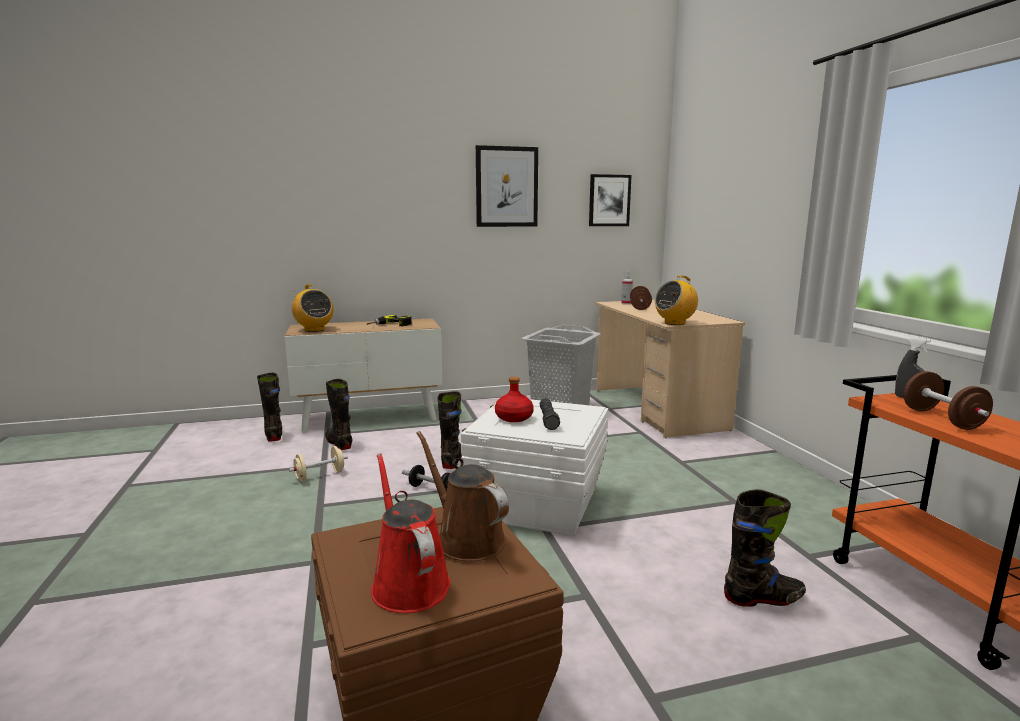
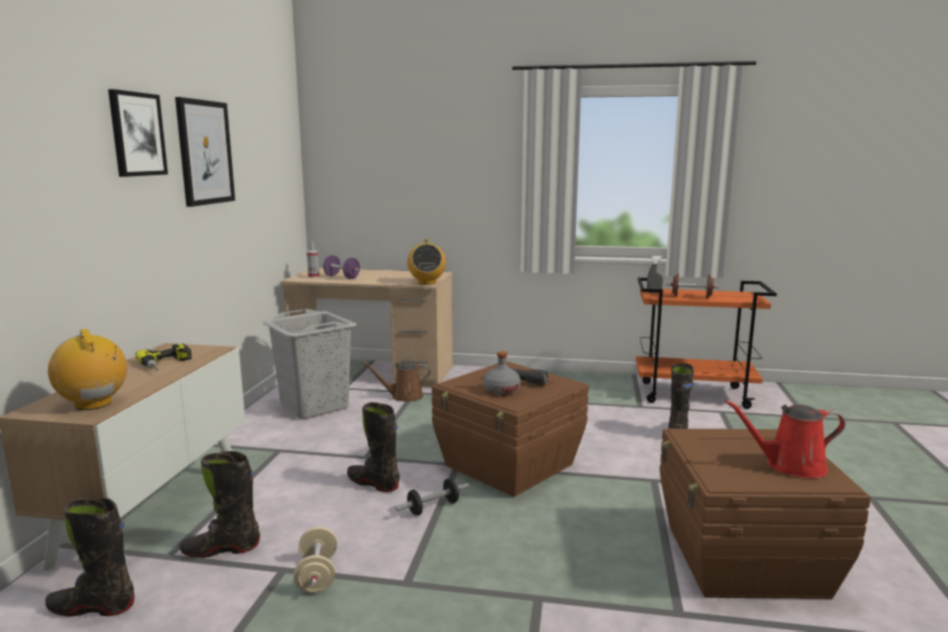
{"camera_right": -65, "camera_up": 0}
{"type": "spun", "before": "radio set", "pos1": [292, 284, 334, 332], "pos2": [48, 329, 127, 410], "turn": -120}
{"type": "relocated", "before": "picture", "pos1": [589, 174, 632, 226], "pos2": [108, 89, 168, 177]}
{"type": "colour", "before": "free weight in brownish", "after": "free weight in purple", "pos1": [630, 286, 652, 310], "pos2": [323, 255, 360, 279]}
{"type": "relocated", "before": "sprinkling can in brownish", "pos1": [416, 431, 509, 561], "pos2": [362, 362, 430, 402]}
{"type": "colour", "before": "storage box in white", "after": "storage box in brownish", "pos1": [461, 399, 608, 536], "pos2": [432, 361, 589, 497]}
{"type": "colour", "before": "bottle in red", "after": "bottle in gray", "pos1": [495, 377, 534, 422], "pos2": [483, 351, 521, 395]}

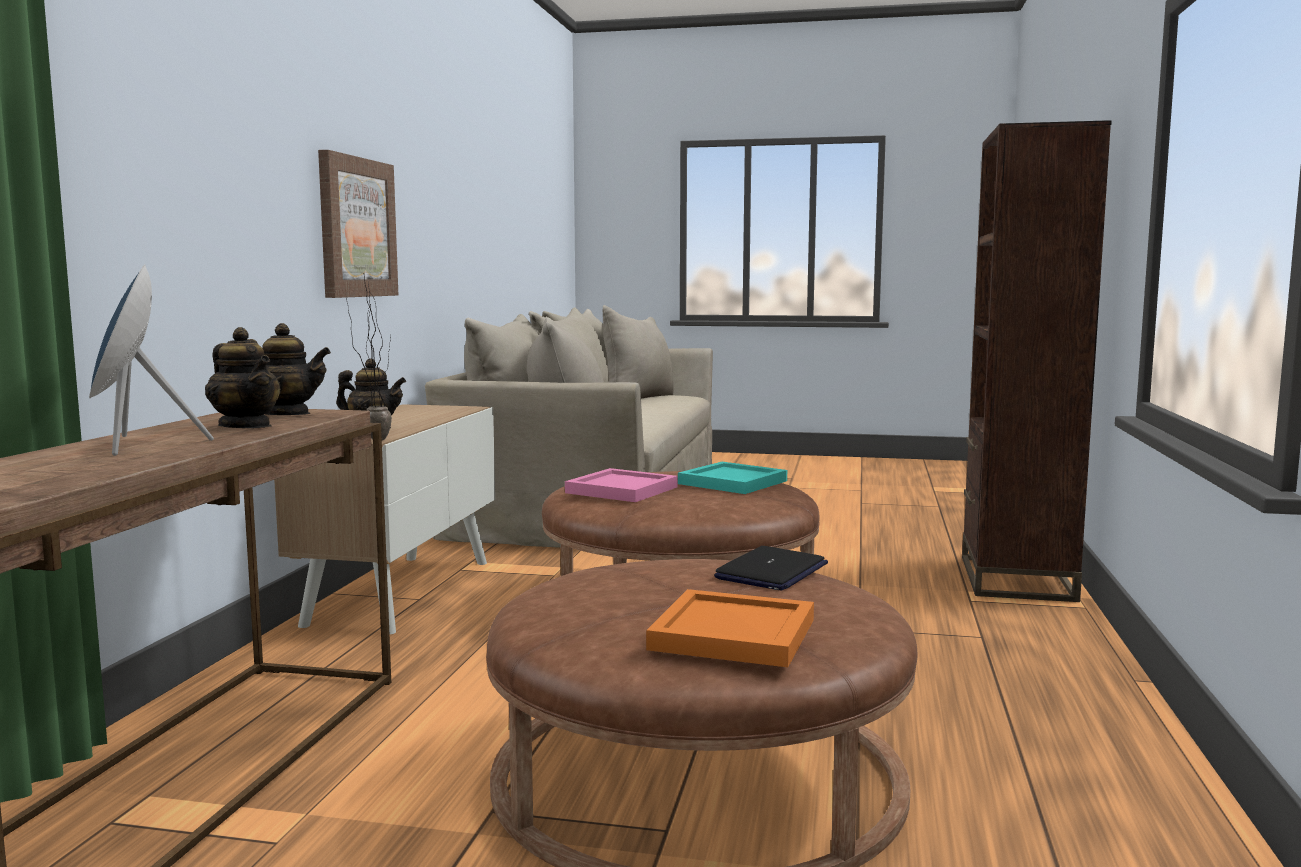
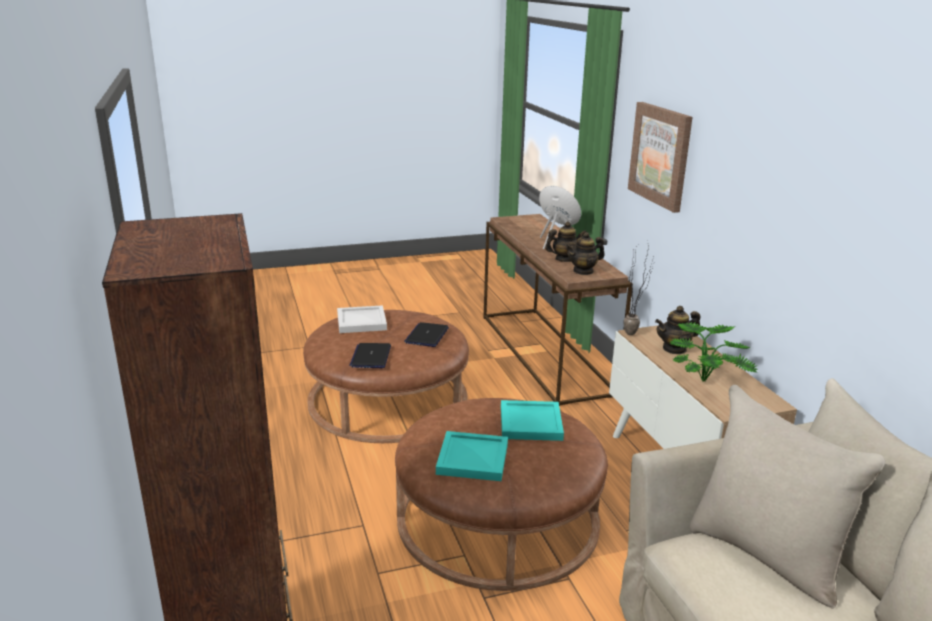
{"camera_right": 150, "camera_up": 15}
{"type": "colour", "before": "serving tray in orangey", "after": "serving tray in white", "pos1": [646, 589, 814, 667], "pos2": [337, 305, 387, 333]}
{"type": "appeared", "after": "notebook computer", "pos2": [404, 322, 449, 347]}
{"type": "colour", "before": "serving tray in pinkish", "after": "serving tray in turquoise-coloured", "pos1": [565, 468, 678, 502], "pos2": [501, 400, 564, 441]}
{"type": "spun", "before": "tea pot", "pos1": [205, 327, 281, 428], "pos2": [545, 221, 586, 262], "turn": 150}
{"type": "relocated", "before": "picture", "pos1": [318, 150, 398, 298], "pos2": [628, 102, 693, 213]}
{"type": "appeared", "after": "houseplant", "pos2": [670, 322, 758, 381]}

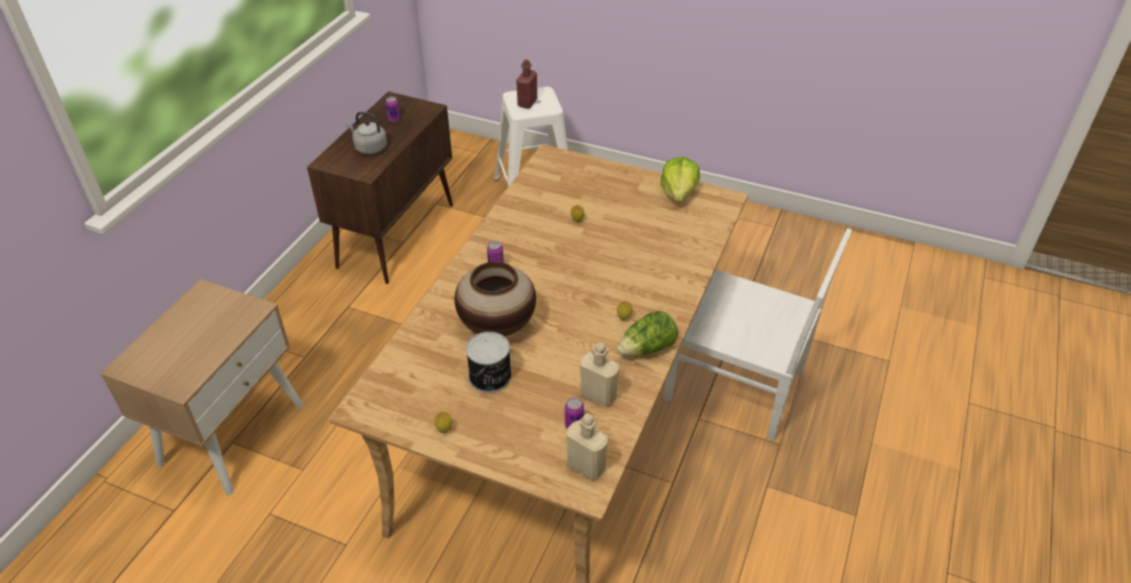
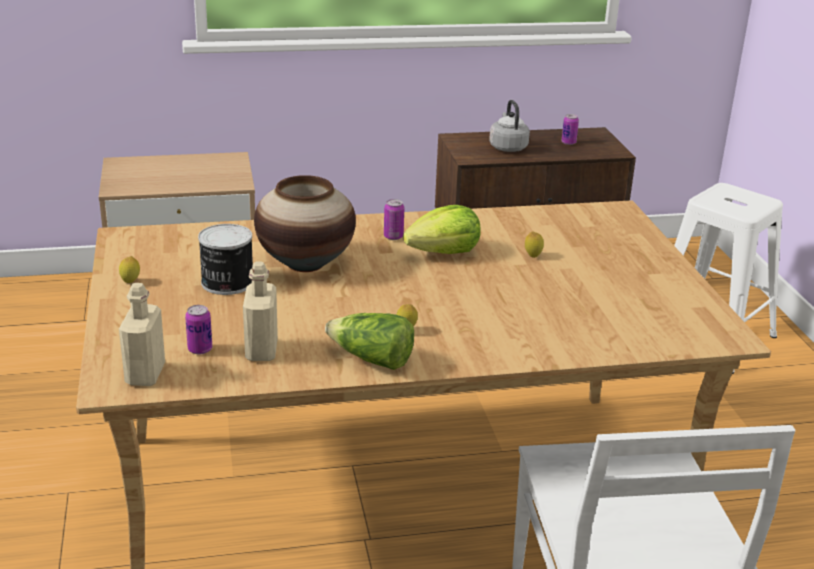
{"camera_right": 55, "camera_up": -15}
{"type": "relocated", "before": "head of lettuce", "pos1": [660, 157, 700, 201], "pos2": [403, 205, 481, 254]}
{"type": "missing", "before": "bottle in red", "pos1": [516, 60, 537, 109]}

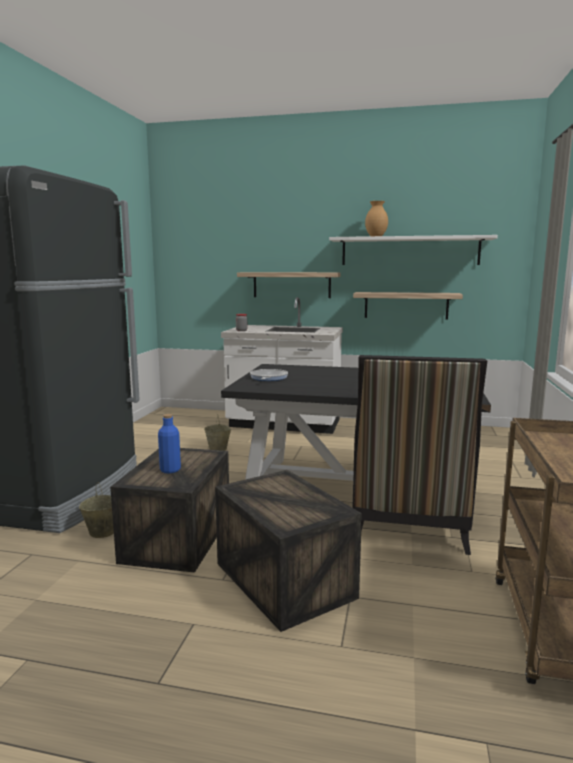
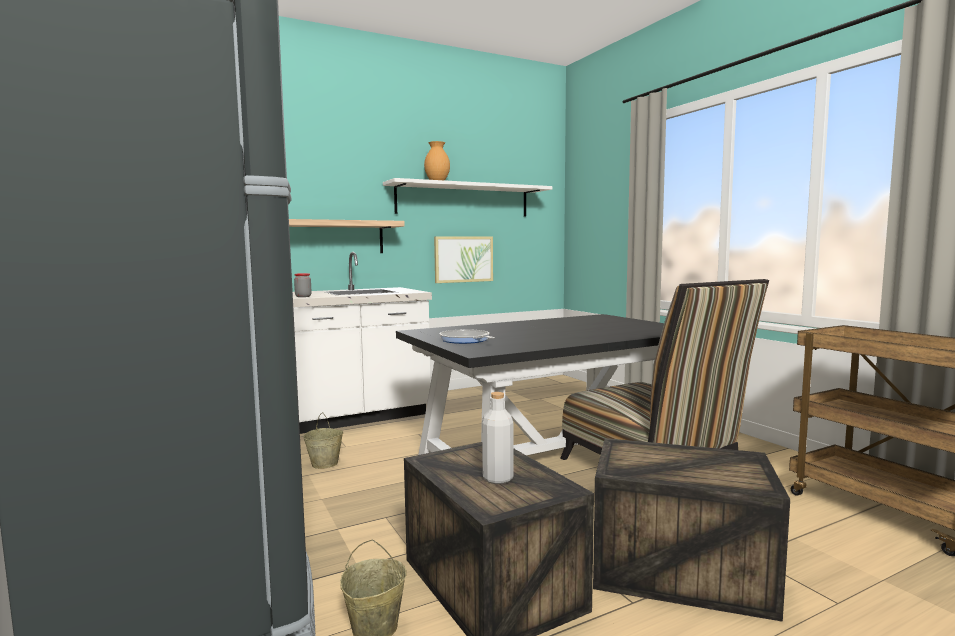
{"camera_right": -40, "camera_up": -5}
{"type": "exchanged", "before": "shelf", "after": "picture", "pos1": [353, 292, 463, 319], "pos2": [434, 236, 493, 283]}
{"type": "colour", "before": "bottle in blue-coloured", "after": "bottle in gray", "pos1": [158, 414, 181, 473], "pos2": [482, 392, 514, 484]}

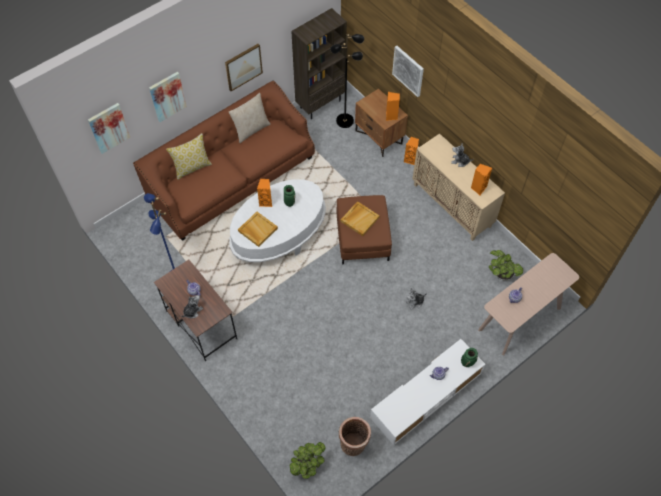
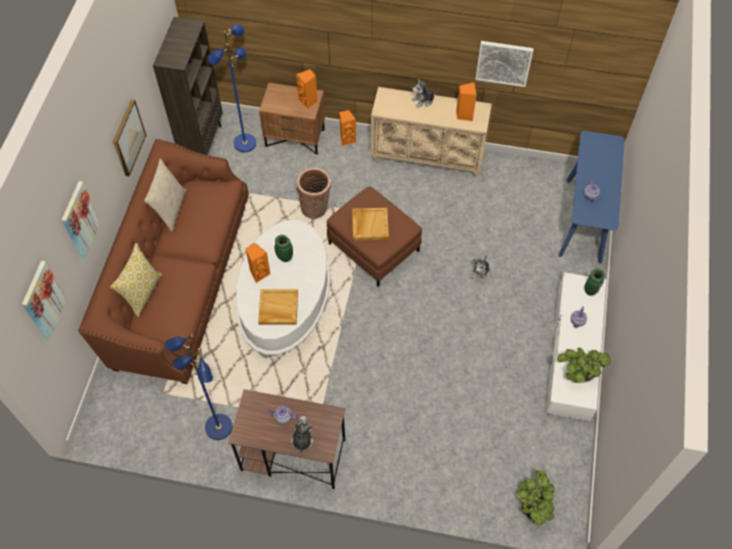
{"camera_right": -40, "camera_up": 0}
{"type": "colour", "before": "standard lamp in blackish", "after": "standard lamp in blue-coloured", "pos1": [330, 34, 364, 128], "pos2": [208, 24, 256, 153]}
{"type": "relocated", "before": "household basket", "pos1": [339, 417, 371, 456], "pos2": [297, 168, 331, 219]}
{"type": "relocated", "before": "picture", "pos1": [392, 46, 424, 97], "pos2": [475, 41, 534, 87]}
{"type": "relocated", "before": "houseplant", "pos1": [489, 250, 523, 281], "pos2": [557, 348, 611, 383]}
{"type": "colour", "before": "hall table in beige-coloured", "after": "hall table in blue-coloured", "pos1": [478, 253, 579, 355], "pos2": [558, 131, 625, 264]}

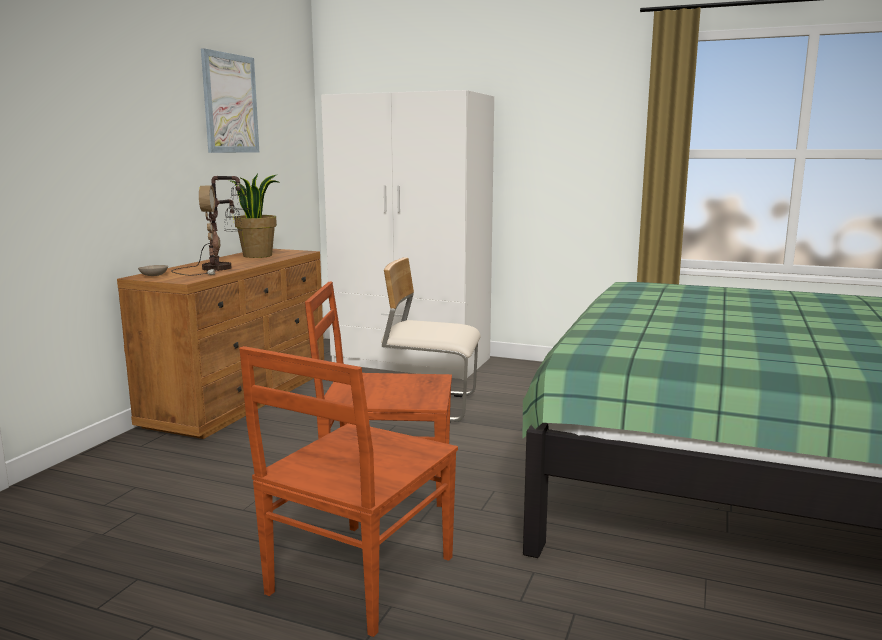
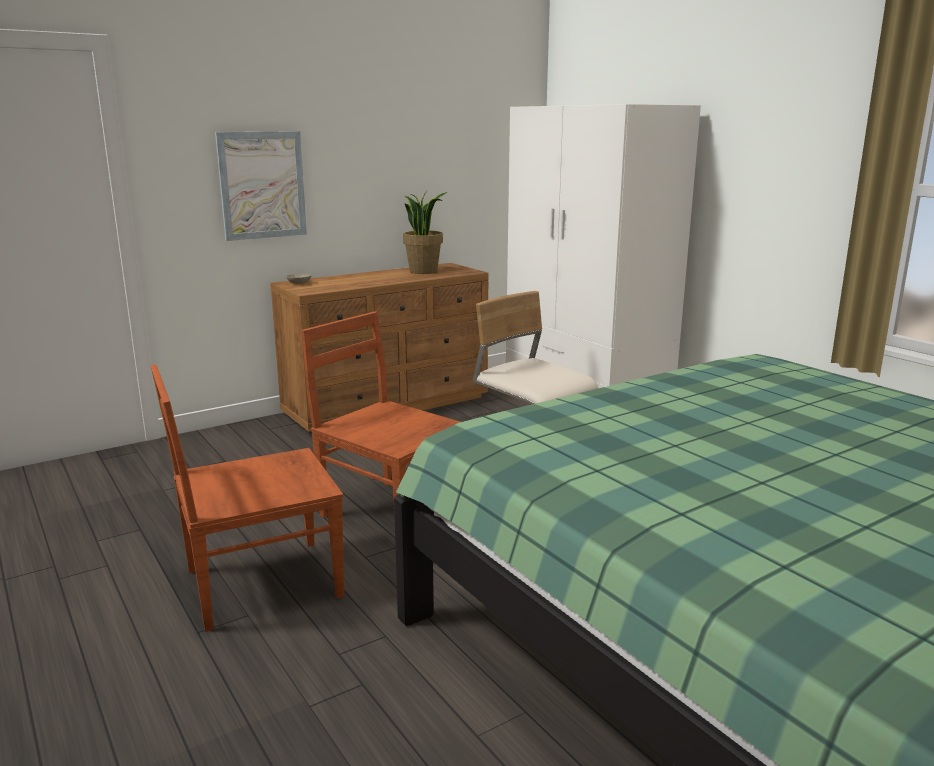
{"camera_right": 35, "camera_up": 5}
{"type": "relocated", "before": "picture", "pos1": [201, 48, 259, 153], "pos2": [215, 131, 307, 241]}
{"type": "missing", "before": "table lamp", "pos1": [171, 176, 250, 276]}

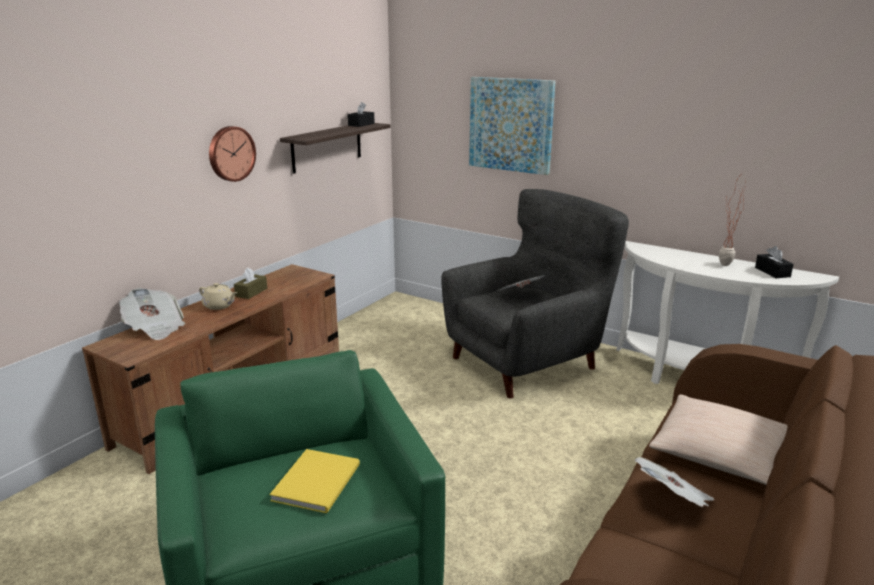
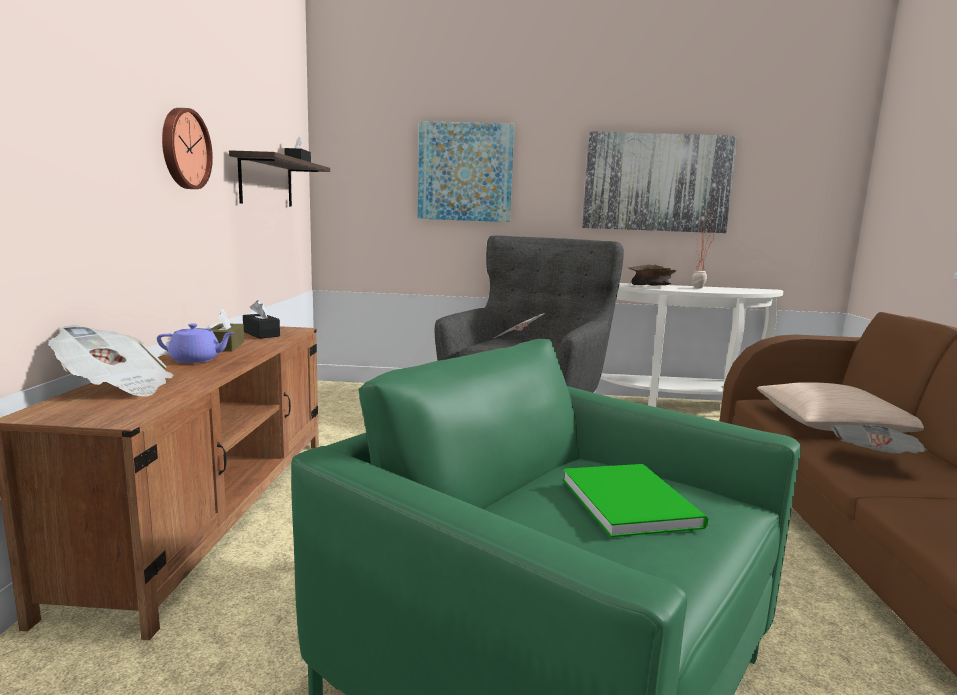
{"camera_right": -30, "camera_up": -10}
{"type": "colour", "before": "tea pot in beige-coloured", "after": "tea pot in purple", "pos1": [199, 283, 237, 310], "pos2": [157, 323, 235, 363]}
{"type": "relocated", "before": "tissue holder in blackish", "pos1": [755, 246, 794, 278], "pos2": [243, 300, 280, 339]}
{"type": "colour", "before": "bound book in yellow-coloured", "after": "bound book in green-coloured", "pos1": [270, 449, 360, 513], "pos2": [563, 464, 708, 537]}
{"type": "appeared", "after": "picture", "pos2": [582, 131, 738, 233]}
{"type": "appeared", "after": "deep dish in brownish", "pos2": [628, 265, 676, 286]}

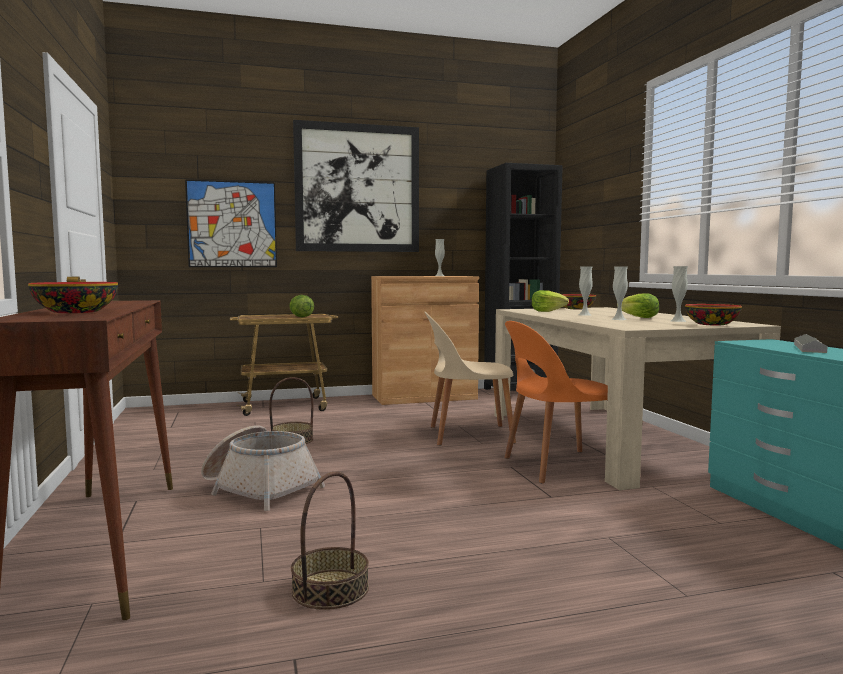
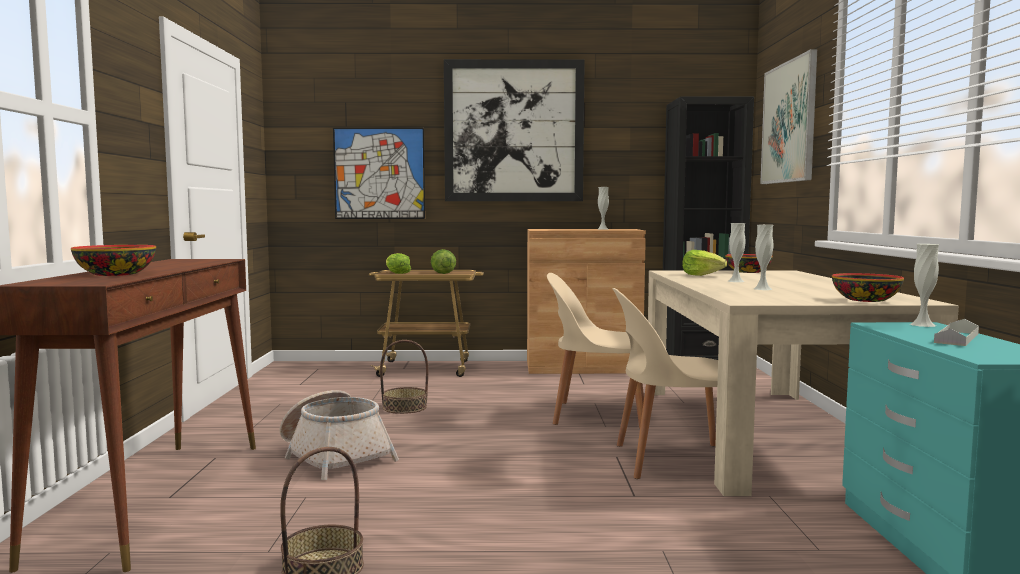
{"camera_right": 15, "camera_up": 0}
{"type": "relocated", "before": "head of lettuce", "pos1": [617, 293, 659, 318], "pos2": [386, 253, 411, 274]}
{"type": "colour", "before": "chair in orangey", "after": "chair in beige-coloured", "pos1": [504, 321, 608, 483], "pos2": [613, 288, 718, 479]}
{"type": "appeared", "after": "picture", "pos2": [760, 49, 817, 184]}
{"type": "relocated", "before": "vase in white", "pos1": [671, 266, 688, 322], "pos2": [910, 244, 939, 327]}

